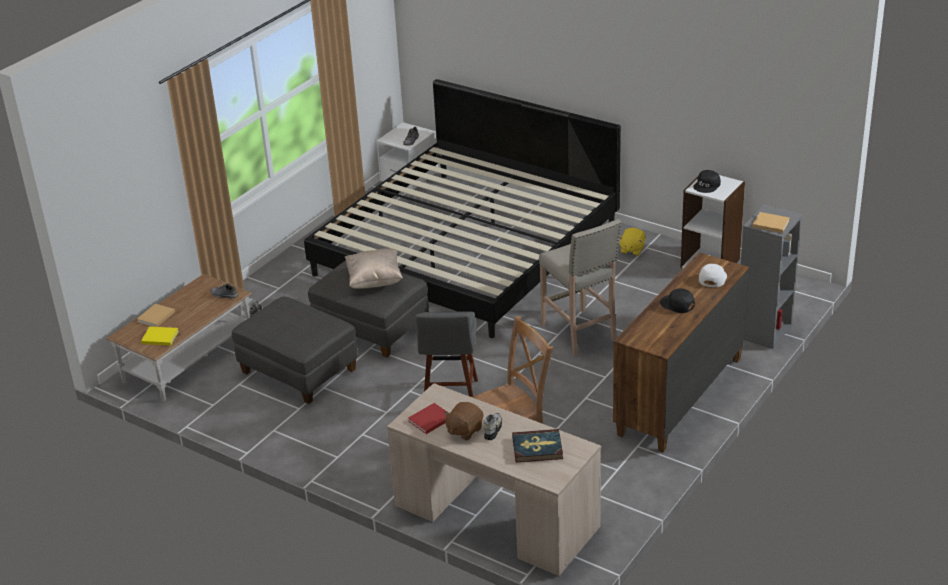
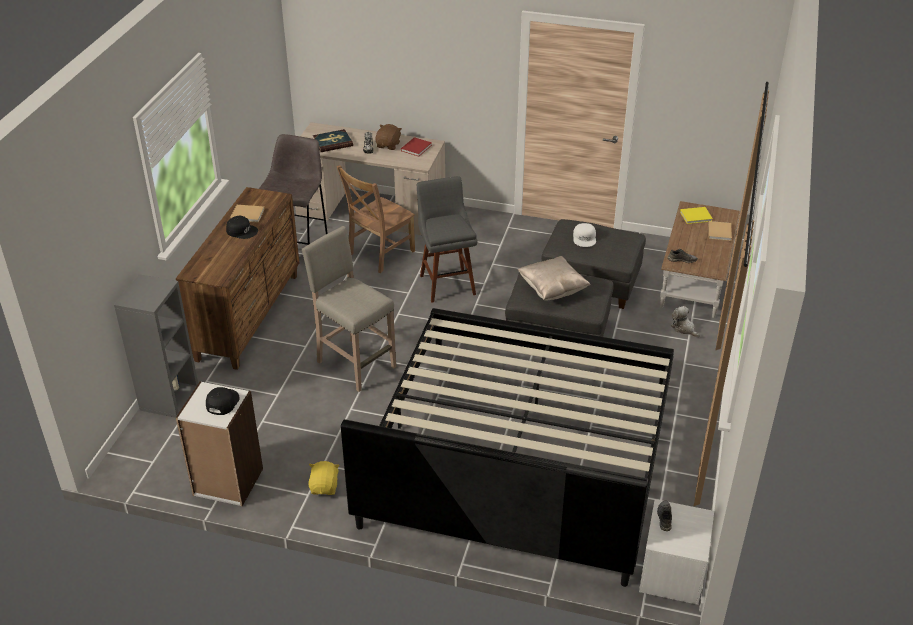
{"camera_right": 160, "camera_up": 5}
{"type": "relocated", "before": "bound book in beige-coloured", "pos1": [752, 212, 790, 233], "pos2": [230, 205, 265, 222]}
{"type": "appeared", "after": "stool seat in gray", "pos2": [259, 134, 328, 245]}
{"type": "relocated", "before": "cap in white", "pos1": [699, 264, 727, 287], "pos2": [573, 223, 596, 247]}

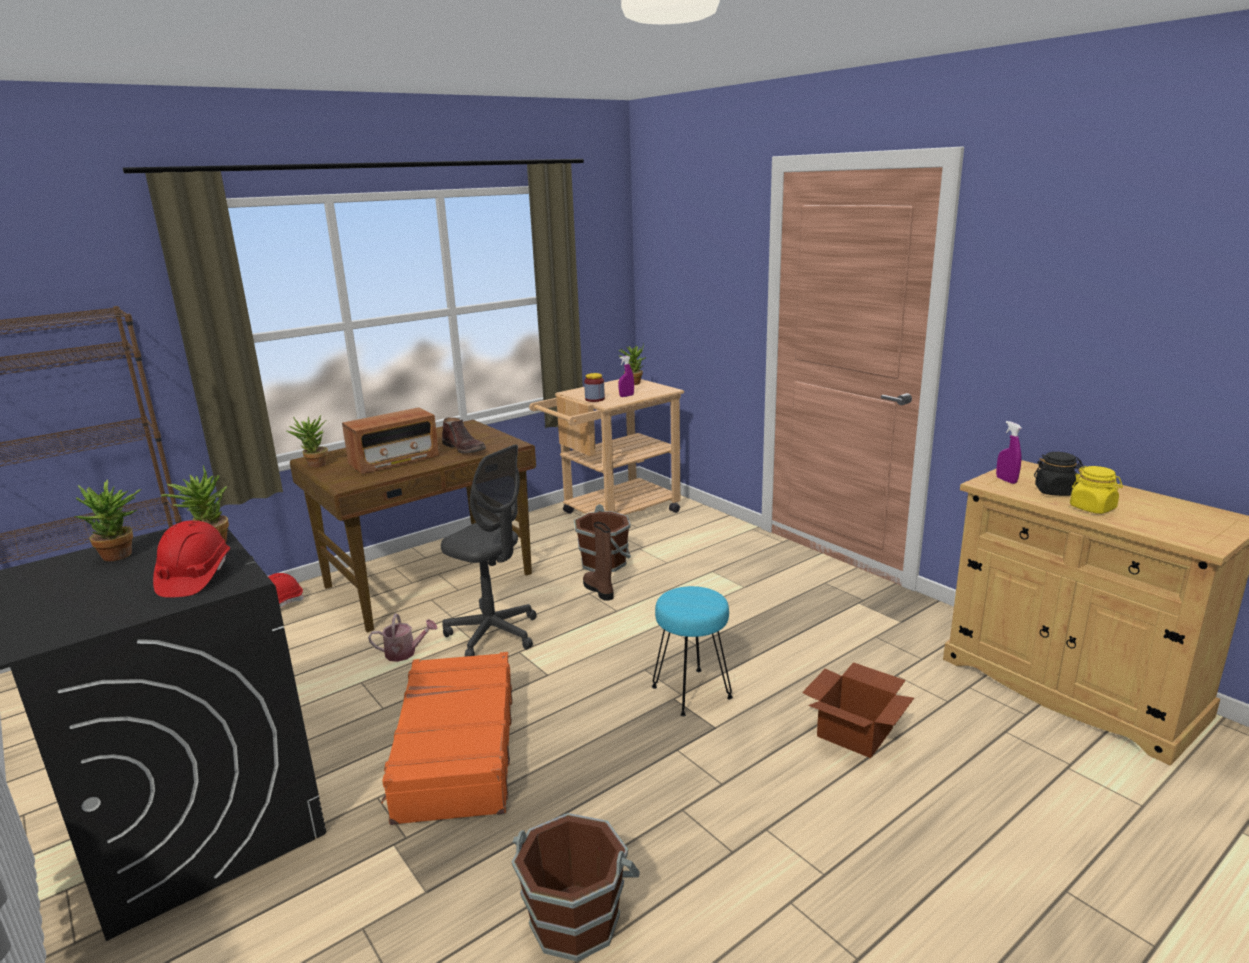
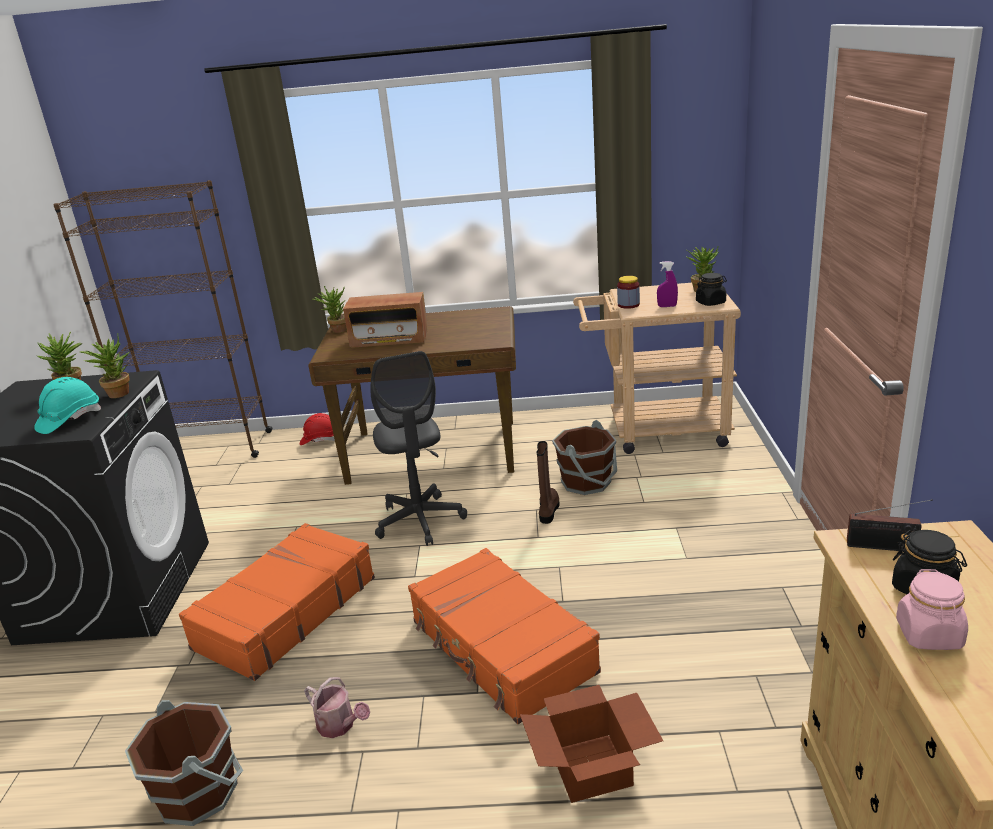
{"camera_right": 40, "camera_up": 5}
{"type": "colour", "before": "hard hat in red", "after": "hard hat in turquoise-coloured", "pos1": [153, 520, 230, 598], "pos2": [34, 377, 101, 434]}
{"type": "relocated", "before": "sprinkling can", "pos1": [368, 614, 438, 662], "pos2": [304, 677, 370, 738]}
{"type": "exchanged", "before": "stool seat in turquoise-coloured", "after": "suitcase in orangey", "pos1": [652, 586, 733, 716], "pos2": [408, 548, 601, 724]}
{"type": "appeared", "after": "preserve jar in blackish", "pos2": [696, 273, 727, 306]}
{"type": "exchanged", "before": "spray bottle in purple", "after": "radio set", "pos1": [996, 421, 1022, 484], "pos2": [847, 499, 933, 551]}
{"type": "colour", "before": "preserve jar in yellow-coloured", "after": "preserve jar in pinkish", "pos1": [1070, 466, 1123, 514], "pos2": [896, 569, 968, 650]}
{"type": "missing", "before": "tall boot in brownish", "pos1": [442, 417, 486, 454]}

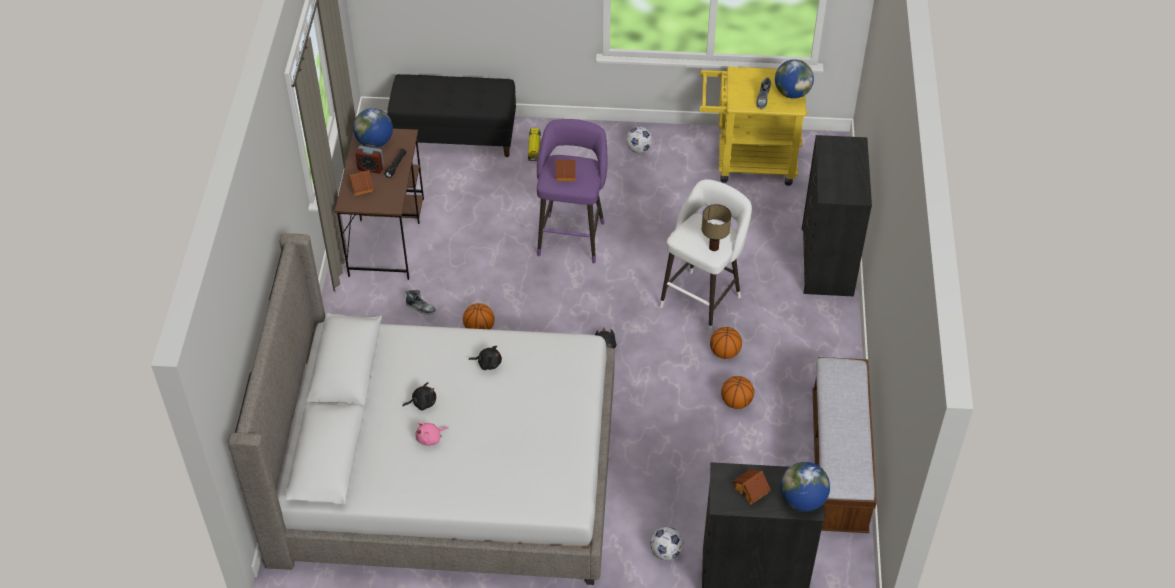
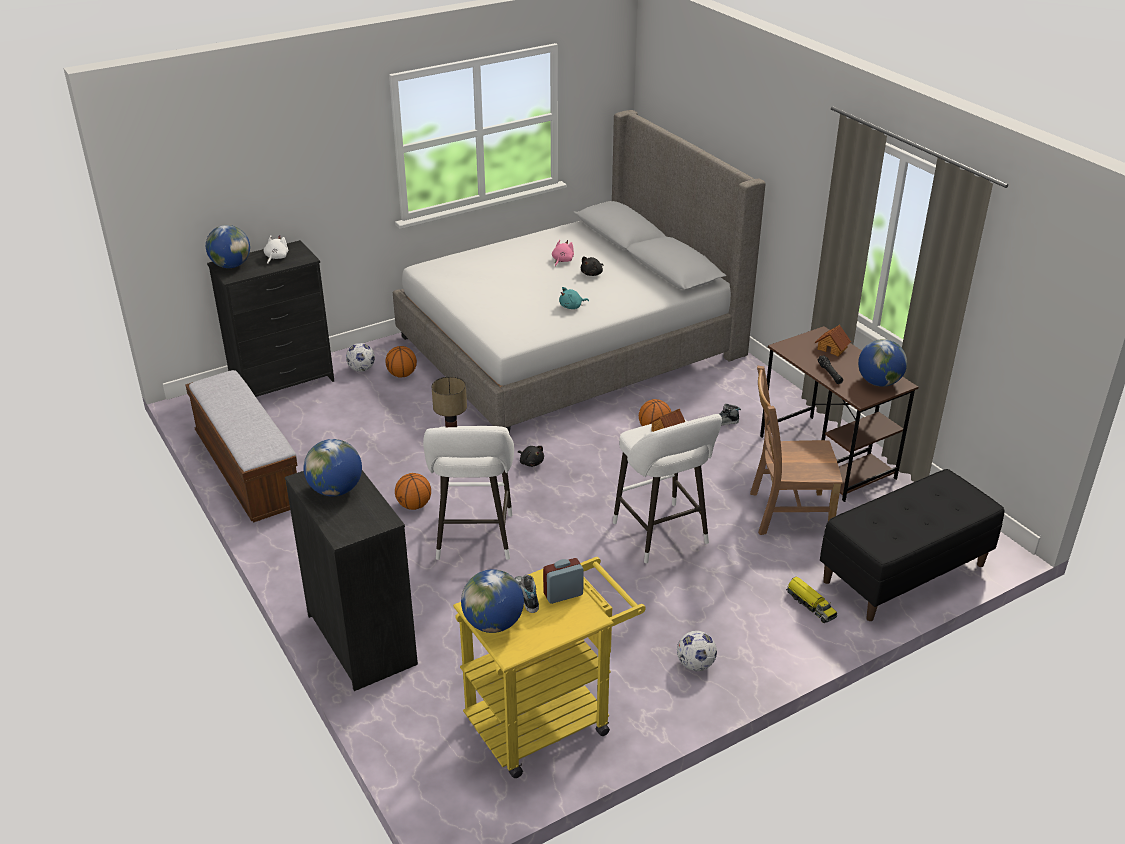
{"camera_right": 145, "camera_up": -15}
{"type": "exchanged", "before": "toy house", "after": "plush toy in white", "pos1": [732, 469, 771, 505], "pos2": [264, 235, 288, 265]}
{"type": "appeared", "after": "desk globe", "pos2": [304, 439, 362, 497]}
{"type": "relocated", "before": "basketball ball", "pos1": [721, 376, 754, 409], "pos2": [385, 346, 417, 378]}
{"type": "relocated", "before": "bedside clock", "pos1": [355, 146, 384, 174], "pos2": [543, 558, 584, 604]}
{"type": "colour", "before": "plush toy in blackish", "after": "plush toy in turquoise-coloured", "pos1": [469, 346, 502, 370], "pos2": [559, 287, 589, 309]}
{"type": "colour", "before": "stool seat in purple", "after": "stool seat in white", "pos1": [537, 119, 607, 263], "pos2": [613, 414, 722, 563]}
{"type": "appeared", "after": "chair in brownish", "pos2": [750, 366, 843, 535]}

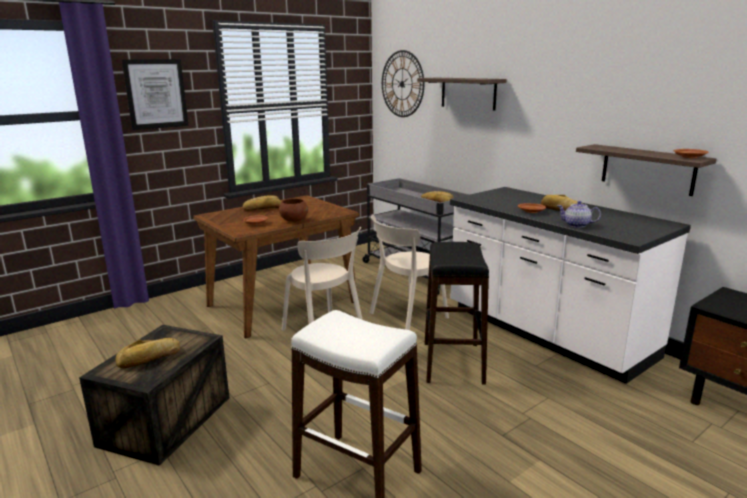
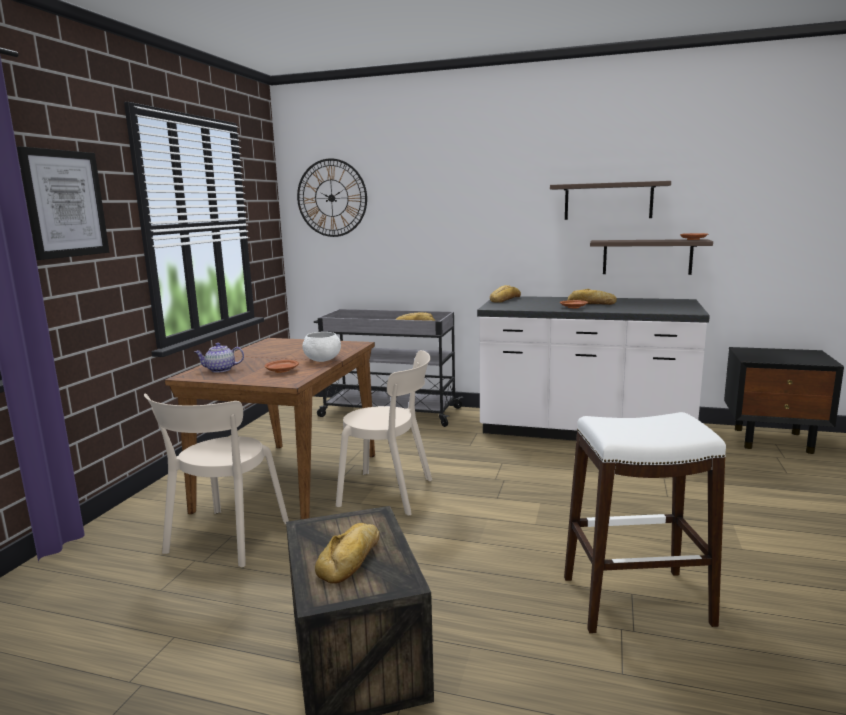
{"camera_right": -35, "camera_up": -5}
{"type": "relocated", "before": "chair in beige-coloured", "pos1": [370, 214, 449, 330], "pos2": [144, 393, 289, 567]}
{"type": "relocated", "before": "tea pot", "pos1": [557, 201, 601, 228], "pos2": [194, 343, 244, 373]}
{"type": "colour", "before": "deep dish in brownish", "after": "deep dish in white", "pos1": [279, 199, 308, 222], "pos2": [302, 332, 341, 362]}
{"type": "relocated", "before": "baked bread", "pos1": [242, 195, 282, 211], "pos2": [490, 285, 521, 303]}
{"type": "relocated", "before": "shelf", "pos1": [417, 78, 507, 111], "pos2": [550, 181, 671, 220]}
{"type": "missing", "before": "stool seat in blackish", "pos1": [425, 242, 489, 384]}

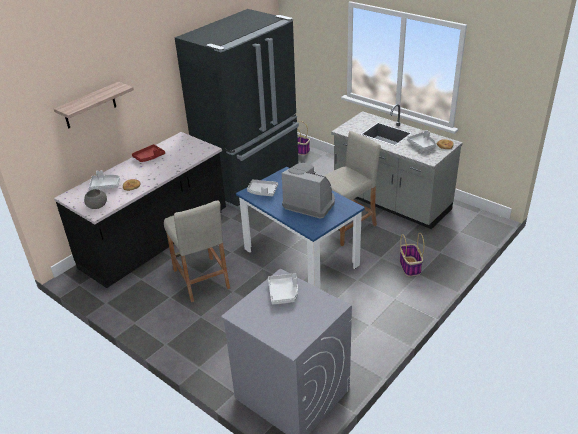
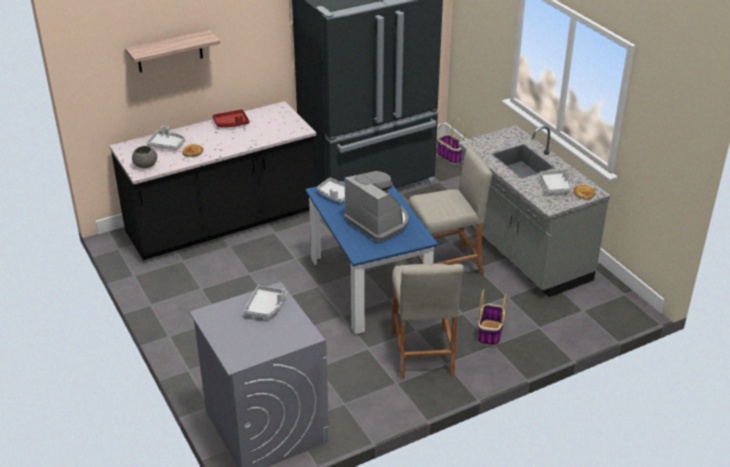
{"camera_right": 20, "camera_up": 0}
{"type": "relocated", "before": "stool seat in beige-coloured", "pos1": [164, 201, 230, 302], "pos2": [392, 264, 464, 380]}

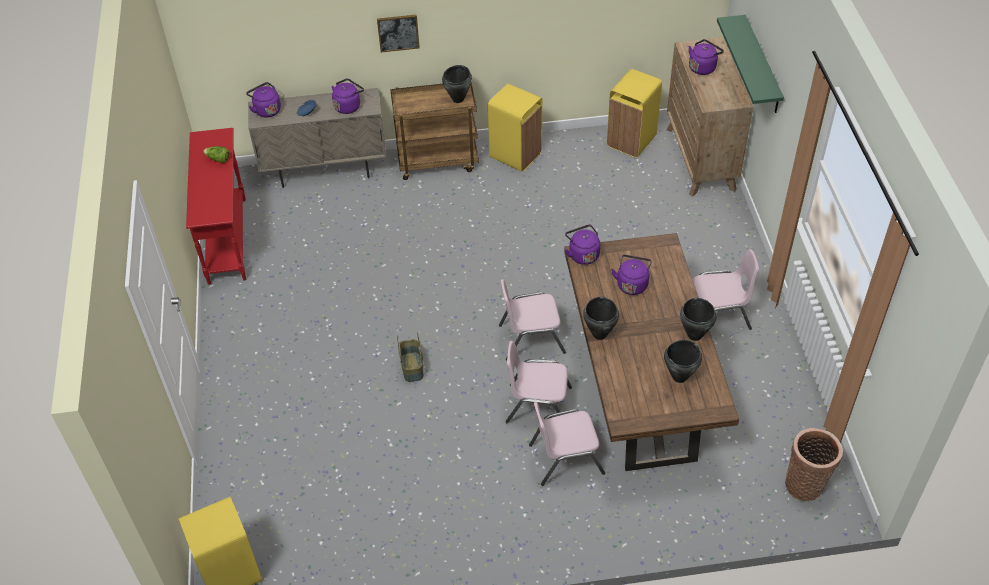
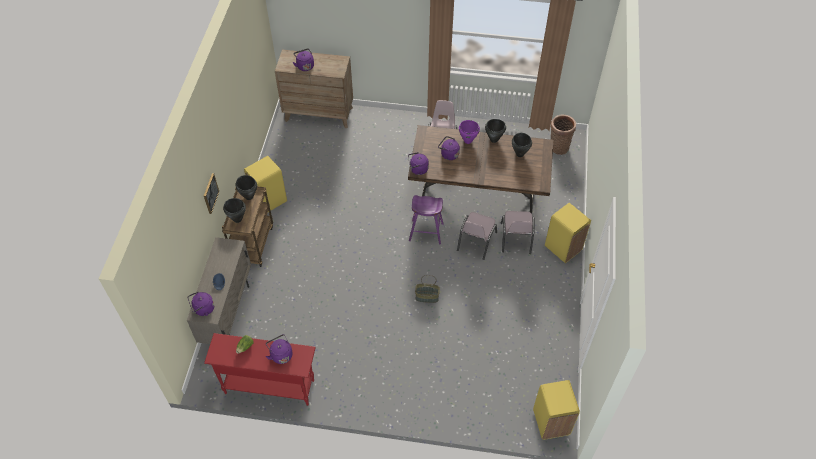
{"camera_right": -75, "camera_up": 5}
{"type": "relocated", "before": "saucepot in blackish", "pos1": [583, 297, 619, 340], "pos2": [223, 198, 246, 223]}
{"type": "relocated", "before": "kettle in purple", "pos1": [332, 78, 364, 114], "pos2": [266, 334, 293, 364]}
{"type": "exchanged", "before": "chair in pinkish", "after": "stool seat in purple", "pos1": [499, 279, 566, 360], "pos2": [409, 195, 444, 244]}
{"type": "appeared", "after": "saucepot in purple", "pos2": [459, 120, 480, 144]}
{"type": "relocated", "before": "waste bin in yellow-coloured", "pos1": [607, 69, 662, 158], "pos2": [545, 203, 591, 263]}
{"type": "missing", "before": "shelf in green-coloured", "pos1": [717, 15, 784, 113]}

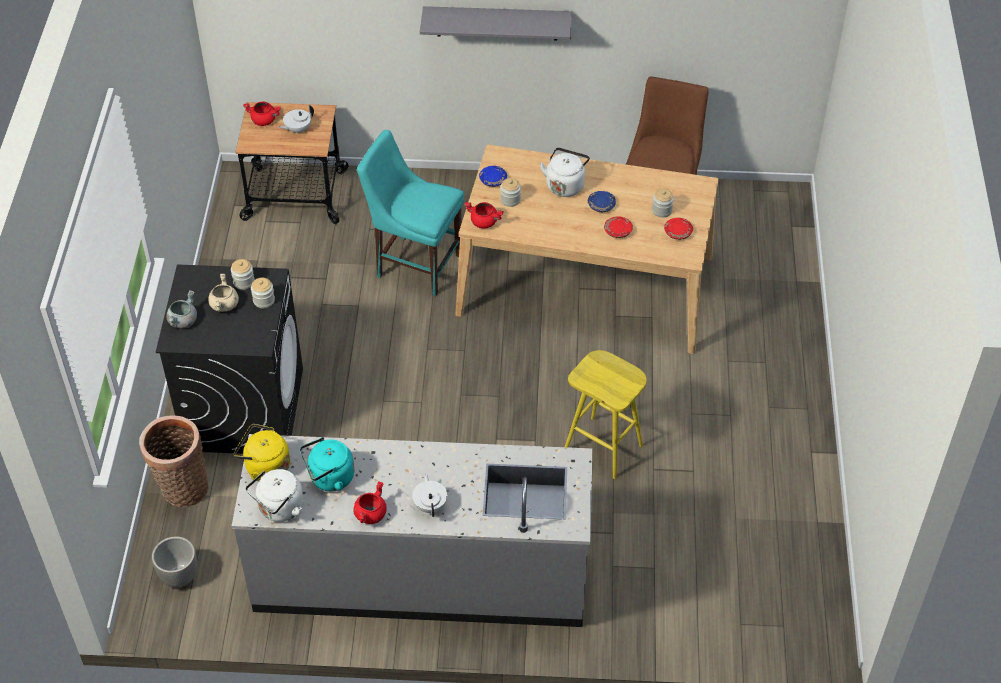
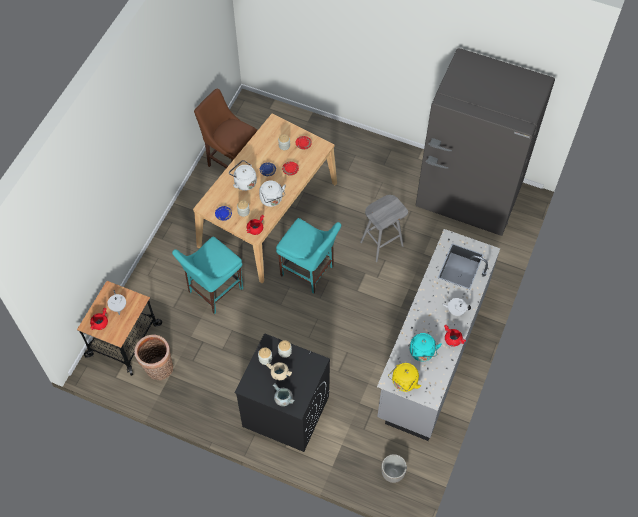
{"camera_right": -70, "camera_up": 10}
{"type": "relocated", "before": "household basket", "pos1": [139, 415, 209, 507], "pos2": [134, 335, 173, 380]}
{"type": "relocated", "before": "kettle in white", "pos1": [245, 469, 304, 522], "pos2": [259, 180, 286, 207]}
{"type": "appeared", "after": "chair in turquoise-coloured", "pos2": [276, 218, 341, 294]}
{"type": "colour", "before": "stool seat in yellow-coloured", "after": "stool seat in gray", "pos1": [565, 350, 647, 479], "pos2": [360, 195, 408, 262]}
{"type": "appeared", "after": "fridge in gray", "pos2": [416, 48, 555, 236]}
{"type": "missing", "before": "shelf in gray", "pos1": [420, 6, 572, 40]}

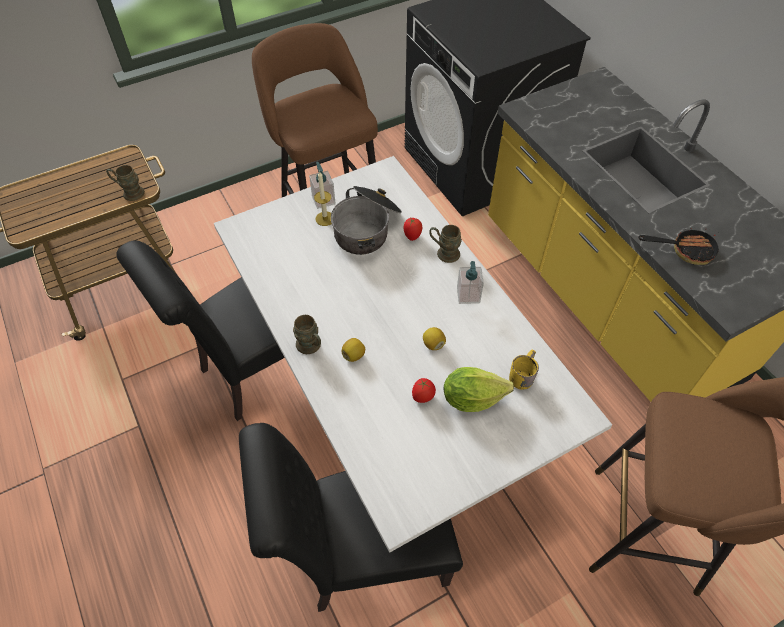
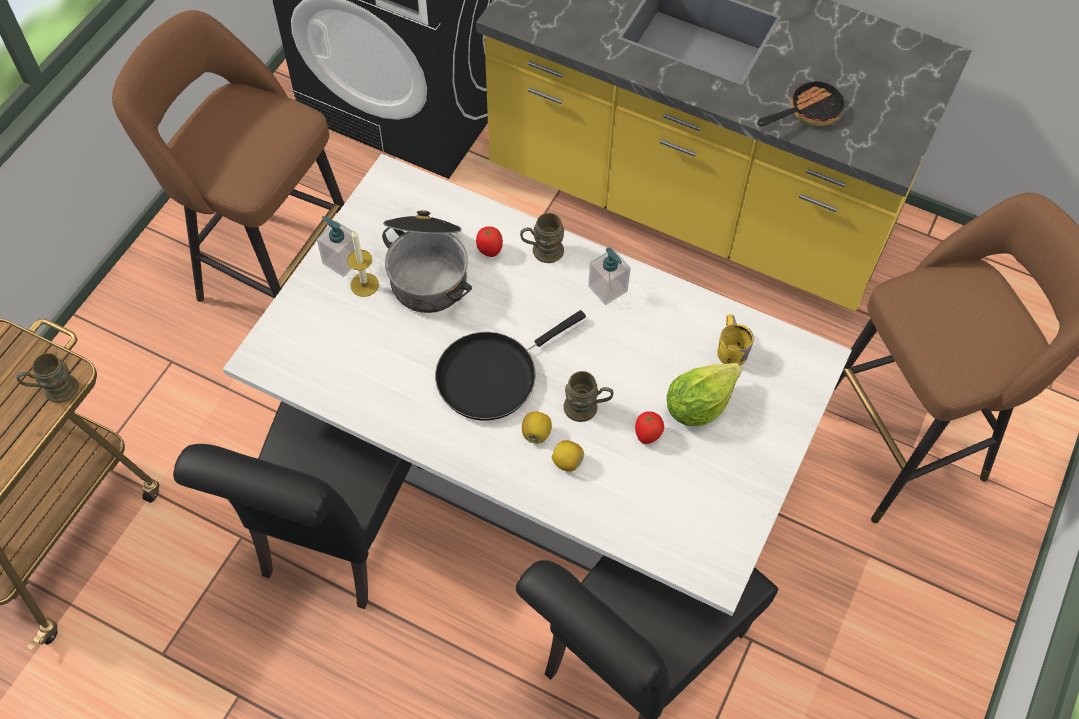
{"camera_right": -35, "camera_up": 5}
{"type": "appeared", "after": "pan in blackish", "pos2": [435, 310, 586, 421]}
{"type": "relocated", "before": "lemon", "pos1": [423, 327, 446, 350], "pos2": [552, 440, 584, 472]}
{"type": "relocated", "before": "coffee mug in brownish", "pos1": [293, 315, 321, 354], "pos2": [564, 371, 614, 422]}

